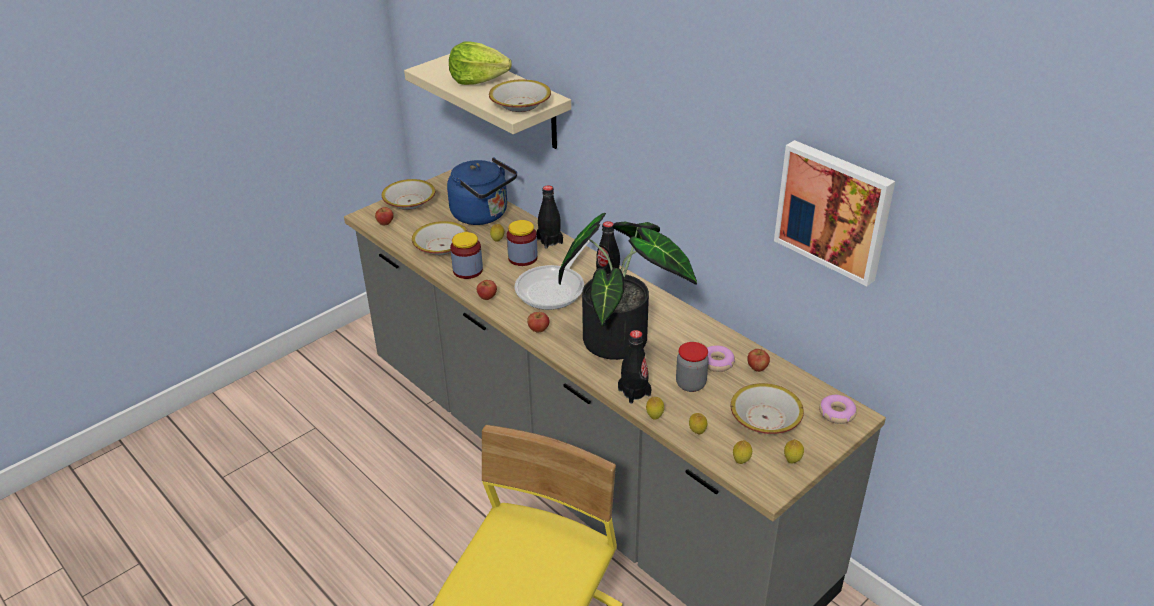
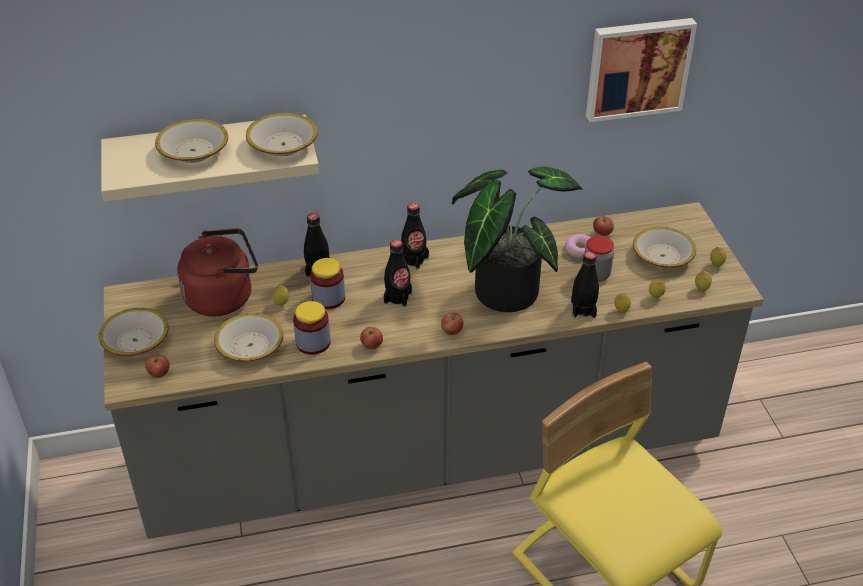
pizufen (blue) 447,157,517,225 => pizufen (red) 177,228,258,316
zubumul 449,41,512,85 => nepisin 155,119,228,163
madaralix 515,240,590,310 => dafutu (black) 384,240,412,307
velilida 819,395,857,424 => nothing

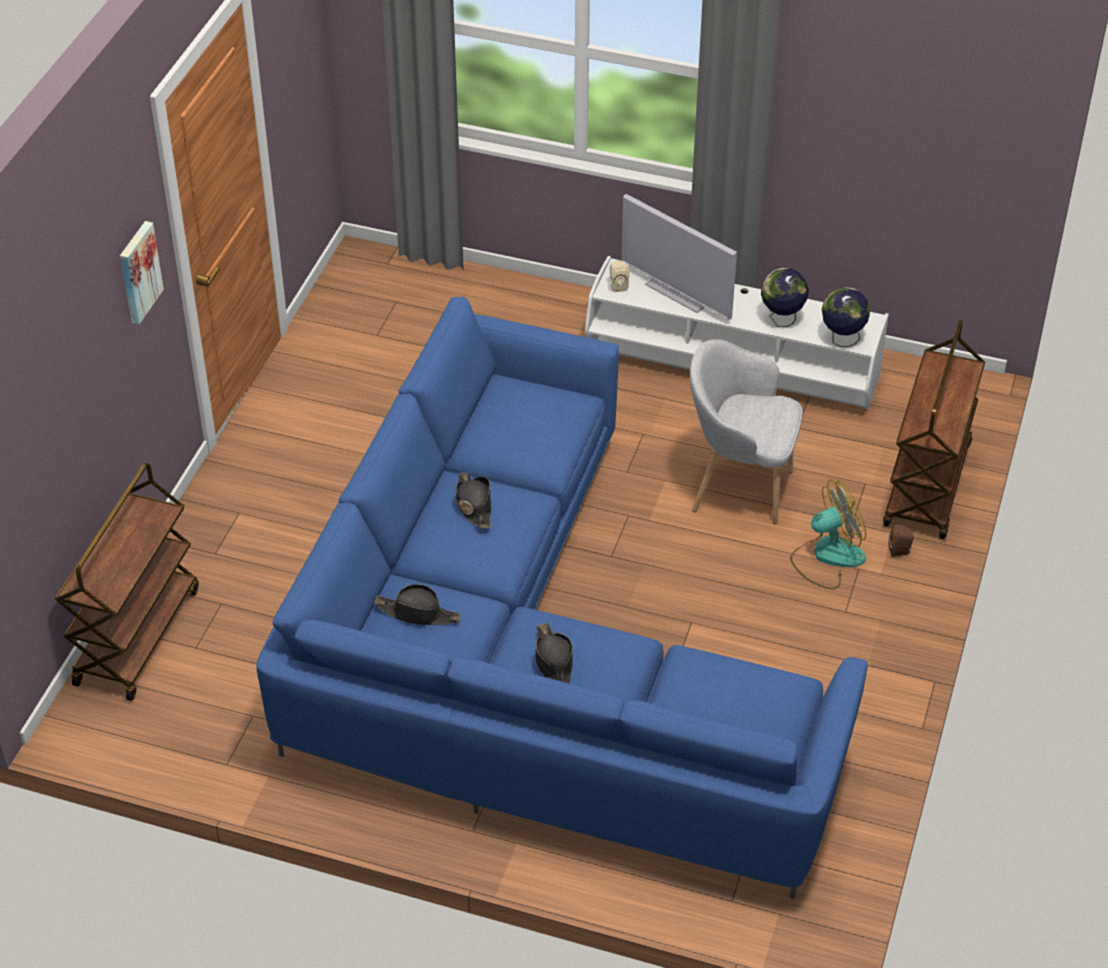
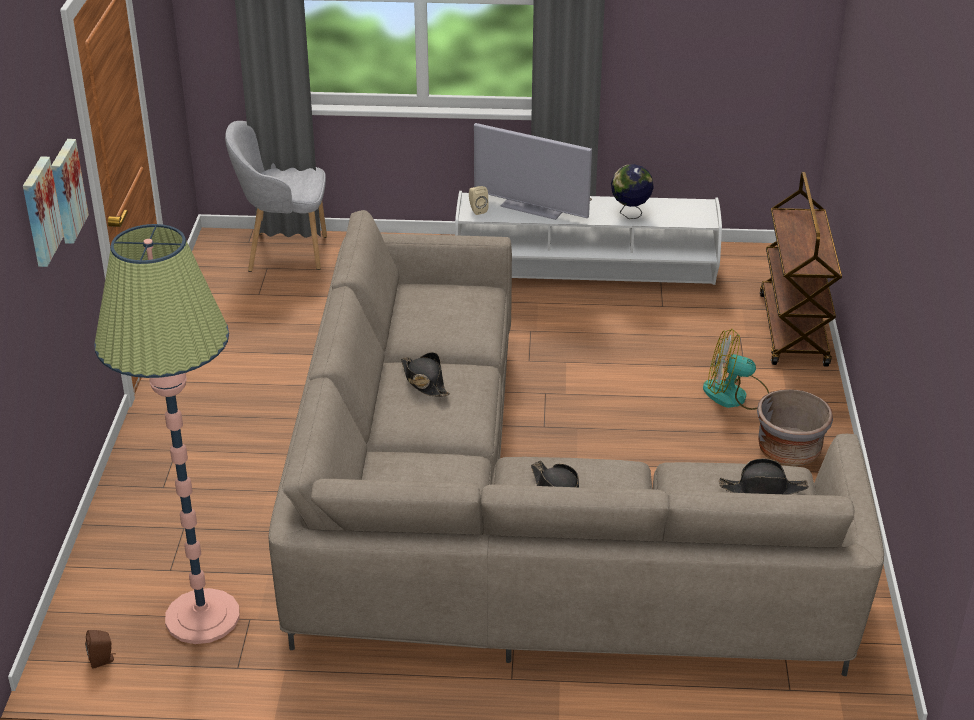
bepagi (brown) 55,463,199,701 => nothing
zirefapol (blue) 256,297,868,899 => zirefapol (beige) 268,210,884,676
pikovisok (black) 374,584,461,625 => pikovisok (black) 719,458,809,495, move
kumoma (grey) 690,339,803,524 => kumoma (grey) 225,121,327,272, move
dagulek 790,480,866,589 => dagulek 703,329,769,410, 135 degrees counterclockwise
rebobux 822,287,870,347 => nothing
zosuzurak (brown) 888,524,914,557 => zosuzurak (brown) 85,630,116,669, move
nothing => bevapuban 23,156,64,267
nothing => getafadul 94,224,240,644
nothing => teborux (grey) 757,389,833,466

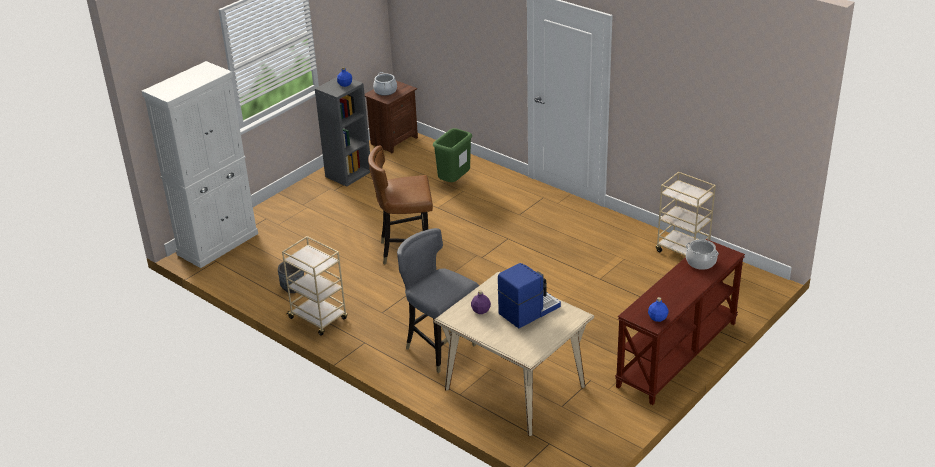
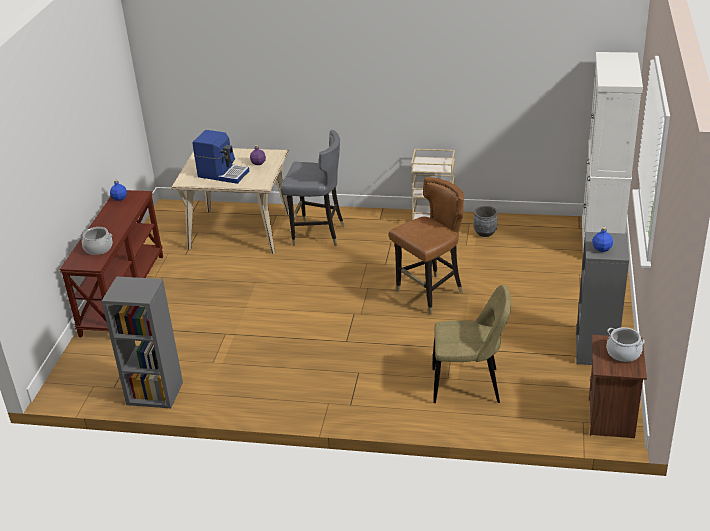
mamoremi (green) 433,128,472,182 => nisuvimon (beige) 432,285,511,403
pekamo 498,263,561,328 => pekamo 193,130,249,184, 90 degrees counterclockwise
bepagi (beige) 656,172,716,256 => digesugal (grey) 102,276,183,408

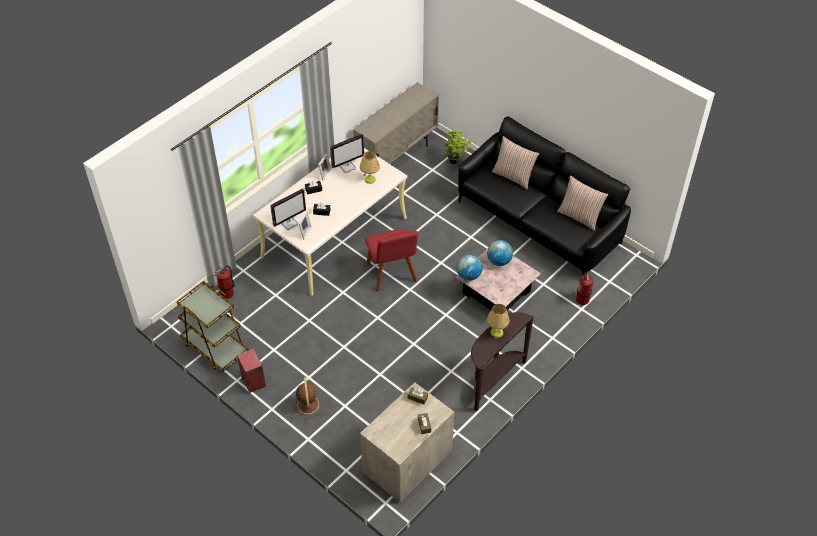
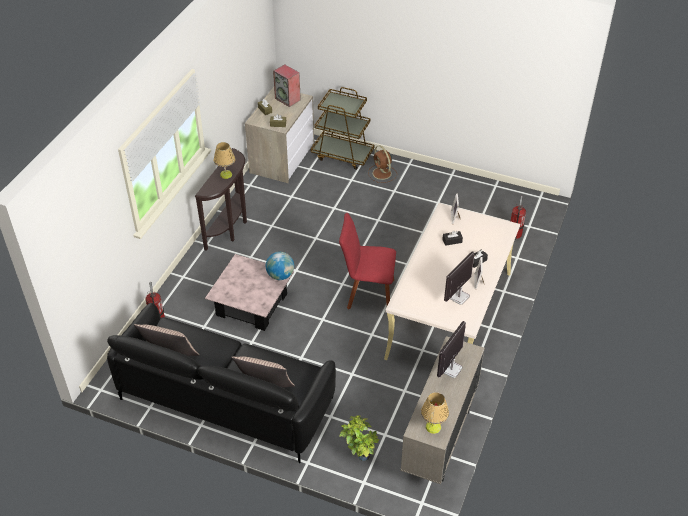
bepagi (brown) 177,281,249,371 => bepagi (brown) 311,87,374,170, move
zosuzurak 237,349,266,393 => zosuzurak 273,64,301,107, move
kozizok 270,188,306,230 => kozizok 437,321,466,378, move
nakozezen 360,151,380,184 => nakozezen 421,392,449,434, move
nisuvimon (red) 365,229,418,292 => nisuvimon (red) 339,213,396,310, 45 degrees counterclockwise
rebobux 487,240,513,266 => nothing

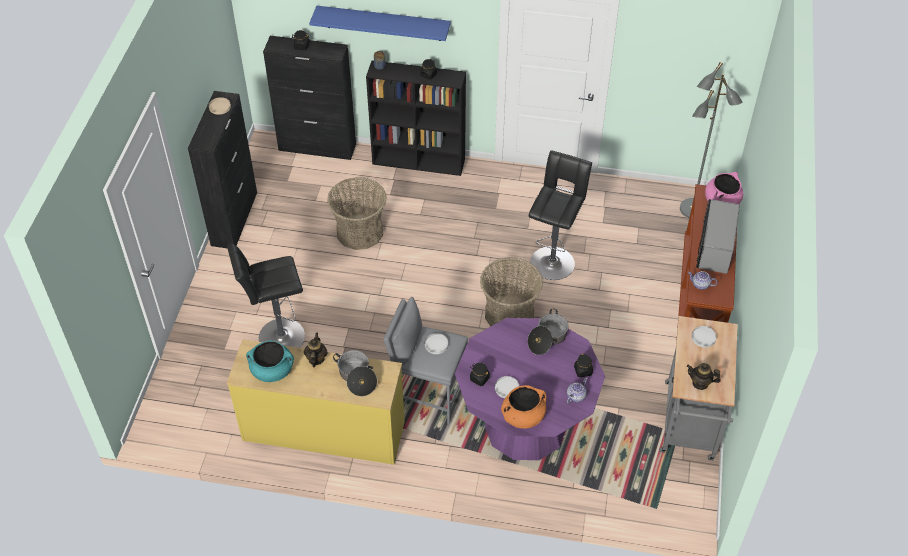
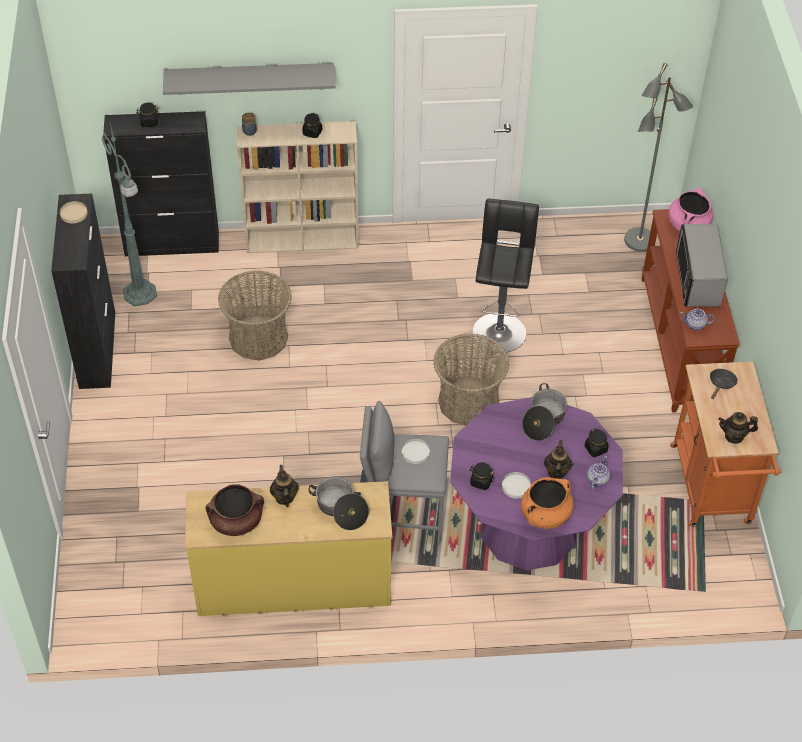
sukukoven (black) 227,243,305,348 => nothing
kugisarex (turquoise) 246,340,294,382 => kugisarex (brown) 206,484,264,536
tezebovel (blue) 309,6,451,41 => tezebovel (grey) 163,63,335,95
digesugal (black) 366,60,466,176 => digesugal (beige) 237,121,359,253
bepagi (grey) 659,316,738,460 => bepagi (orange) 670,361,781,527
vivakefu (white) 692,326,717,347 => madaralix (black) 710,369,738,399
nothing => getafadul (green) 102,122,157,306
nothing => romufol 544,440,572,479

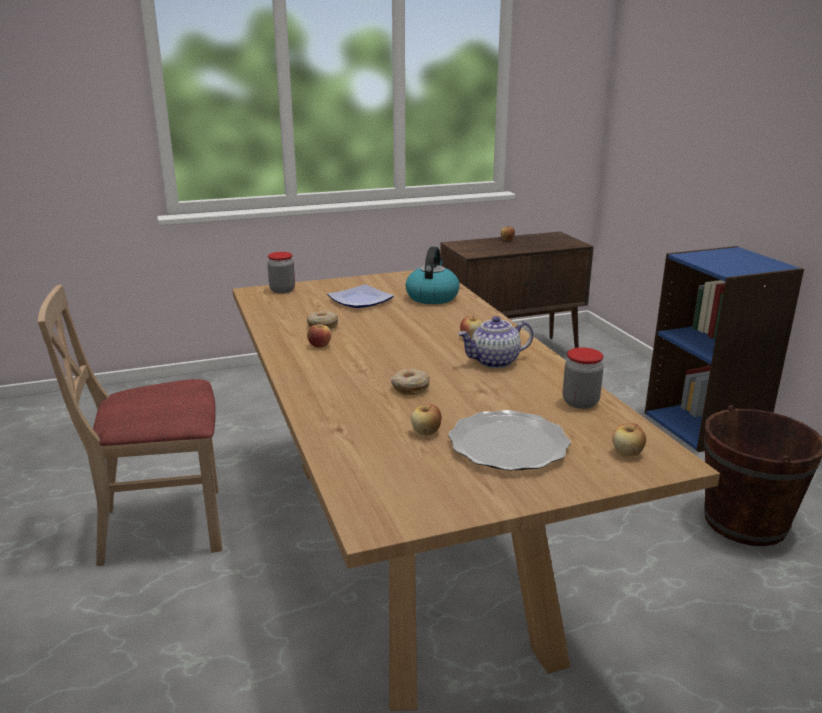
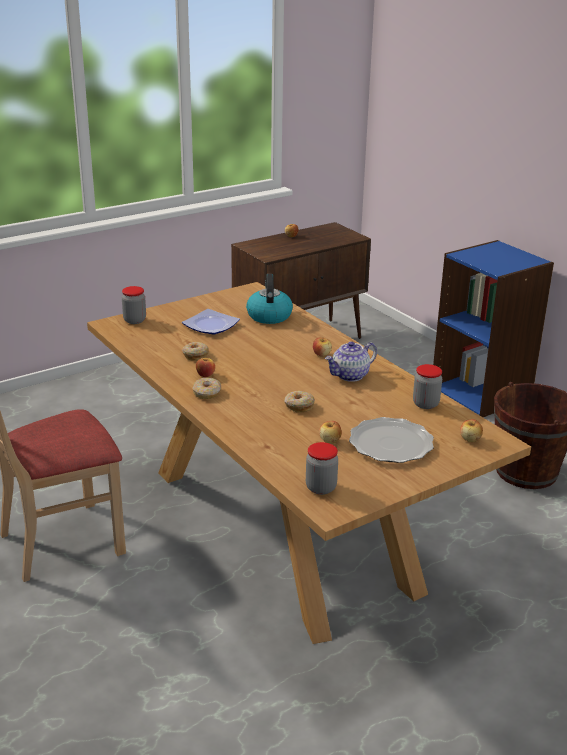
nothing => velilida 193,378,221,399
nothing => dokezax 306,442,338,495

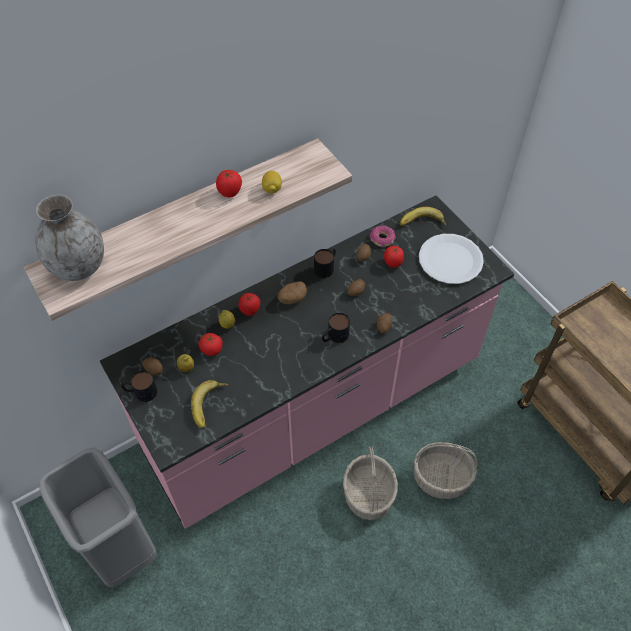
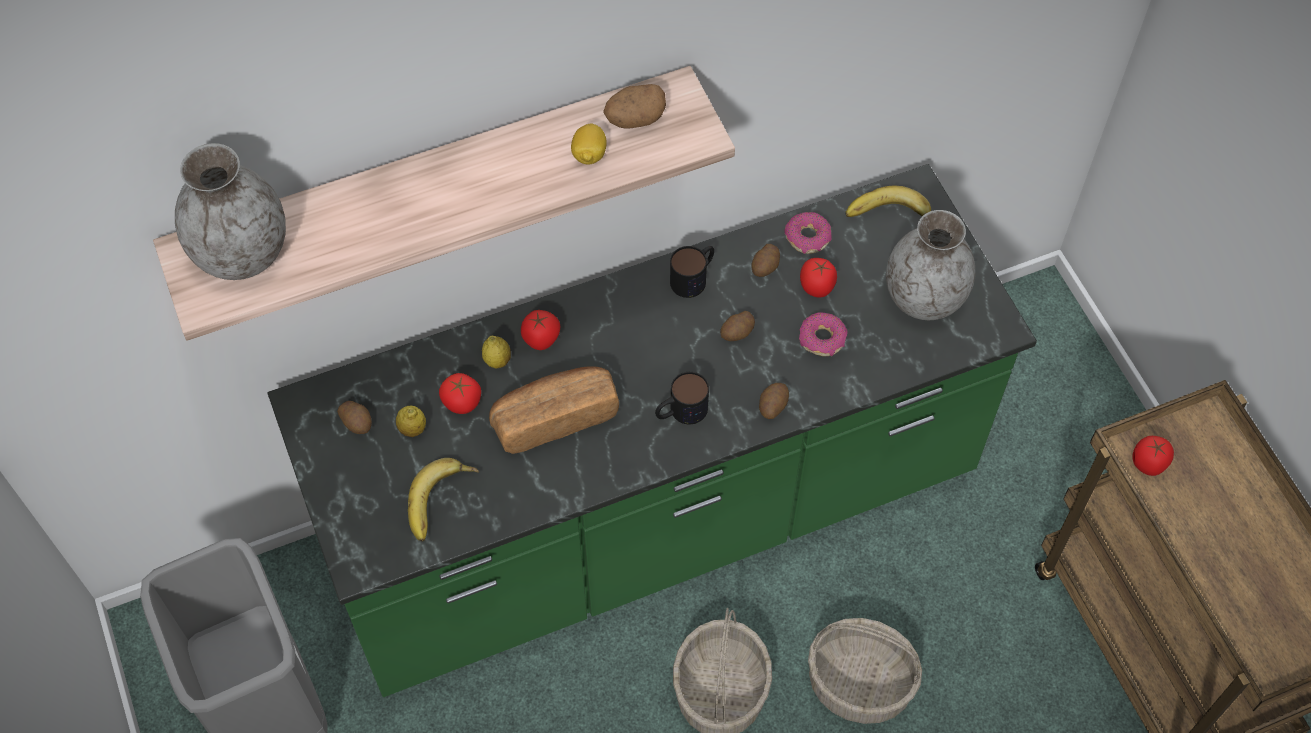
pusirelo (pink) 100,195,514,529 => pusirelo (green) 268,164,1037,697
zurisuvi 121,371,157,402 => nothing
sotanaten 216,170,242,198 => sotanaten 1133,436,1174,476, move
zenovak 278,281,307,304 => zenovak 603,84,666,129, move
vivakefu (white) 419,234,484,284 => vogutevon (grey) 886,210,975,320
nothing => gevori 489,366,619,454
nothing => velilida 799,313,848,356

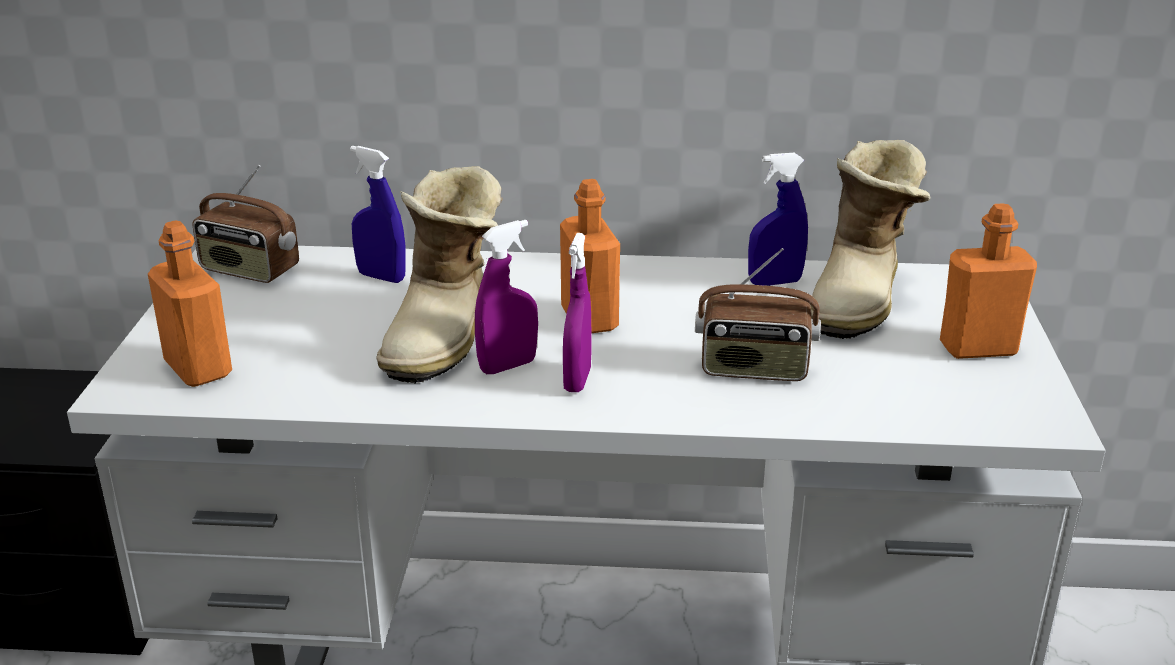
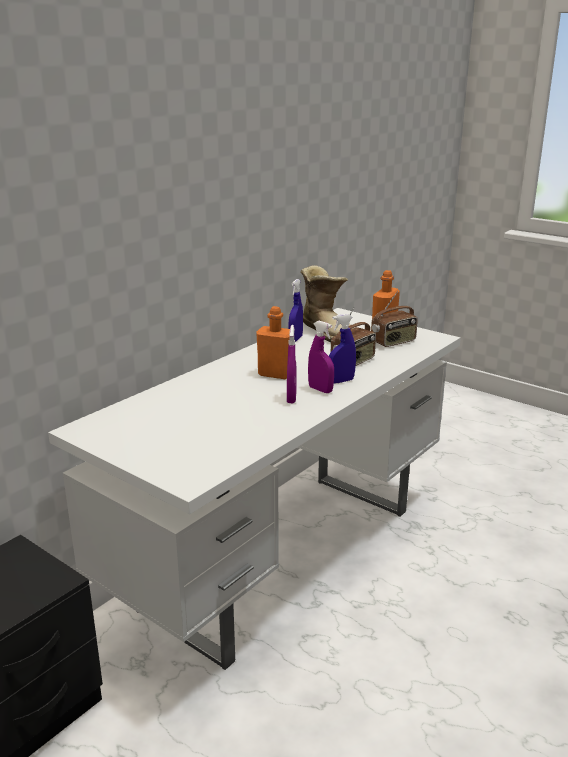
dafutu (orange) 148,221,232,387 => nothing
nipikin 192,165,299,283 => nipikin 371,291,418,347, move
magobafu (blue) 350,146,406,283 => magobafu (blue) 329,314,356,384, move
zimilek 376,166,503,383 => nothing

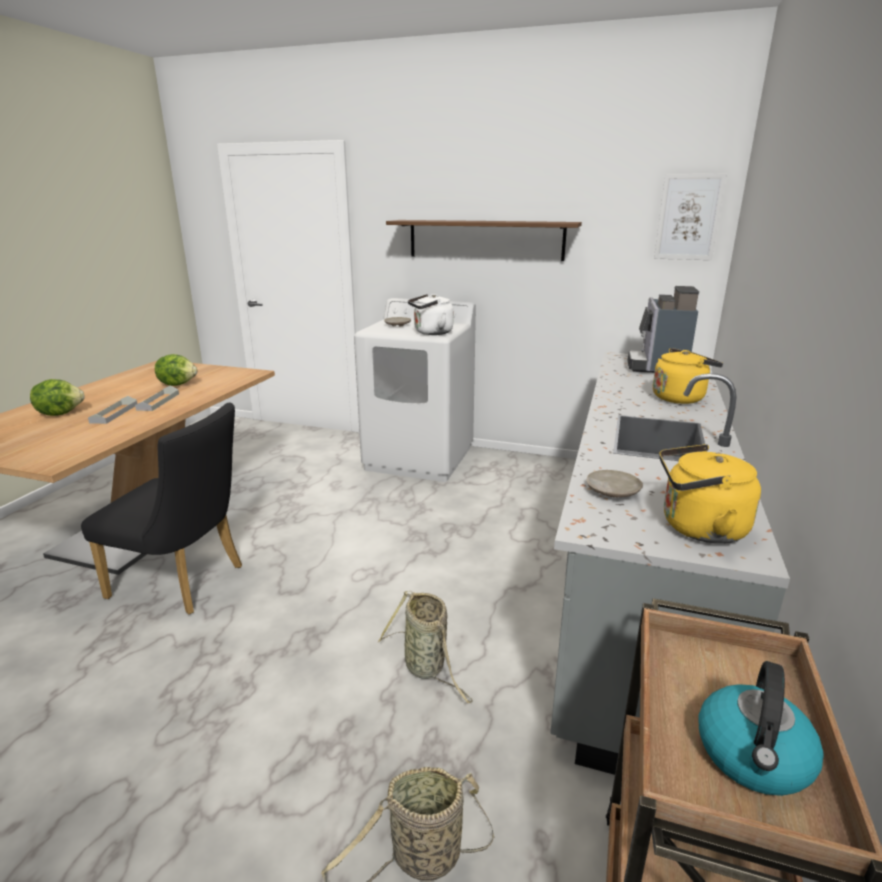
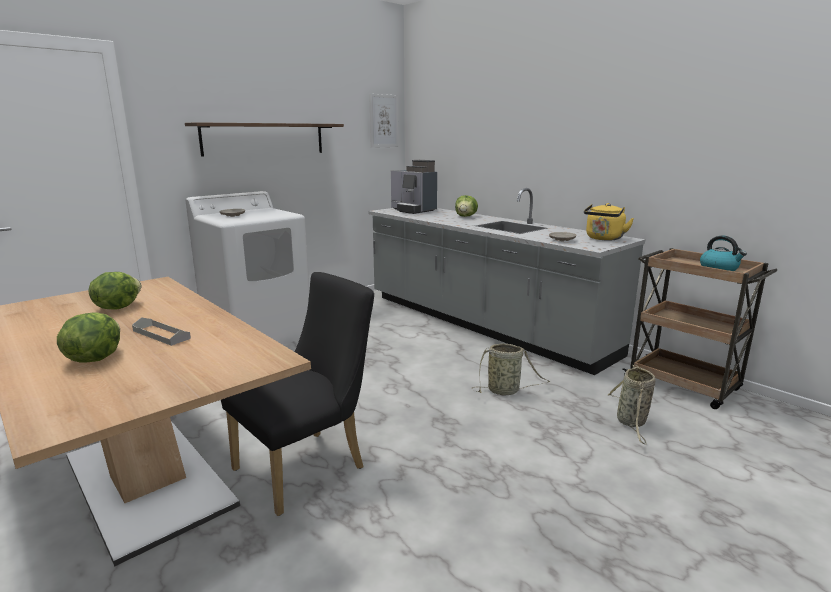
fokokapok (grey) 135,386,179,411 => nothing
pizufen (white) 408,294,453,335 => nothing
pizufen (yellow) 653,348,723,404 => zubumul 455,195,478,217

